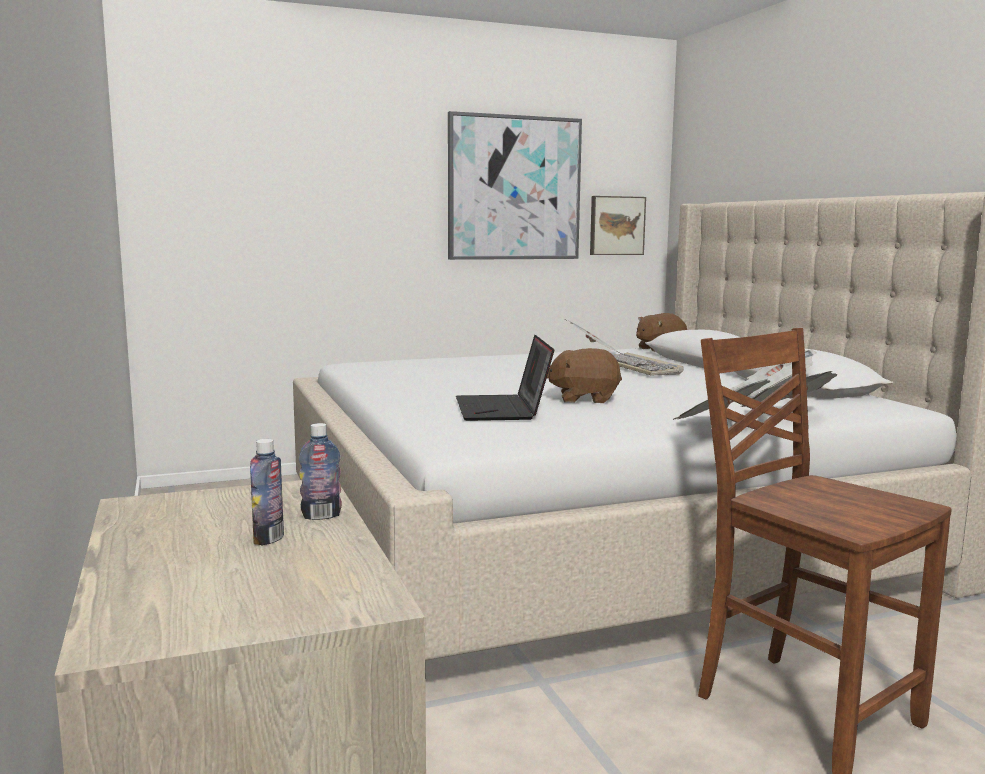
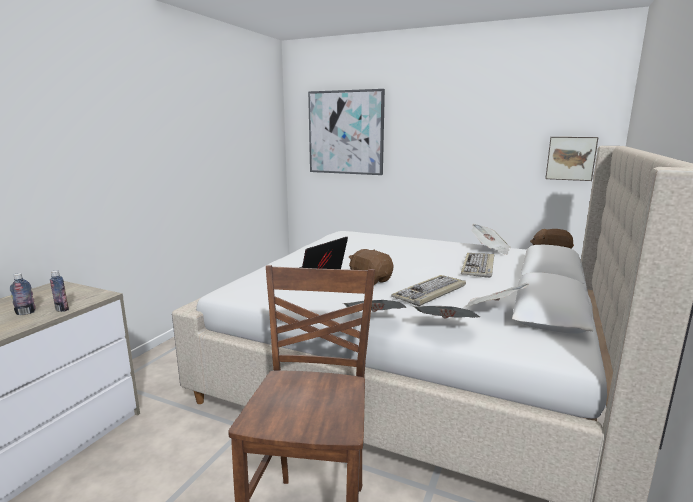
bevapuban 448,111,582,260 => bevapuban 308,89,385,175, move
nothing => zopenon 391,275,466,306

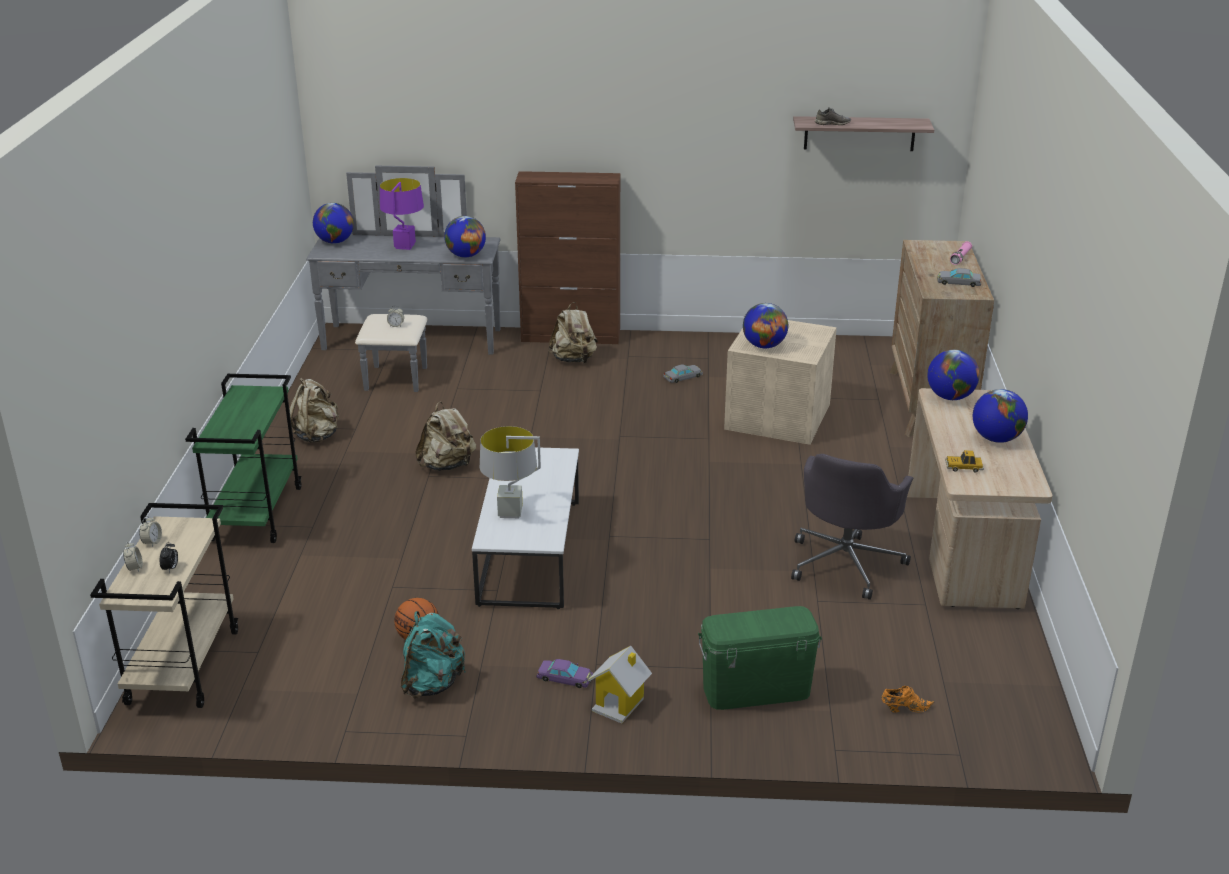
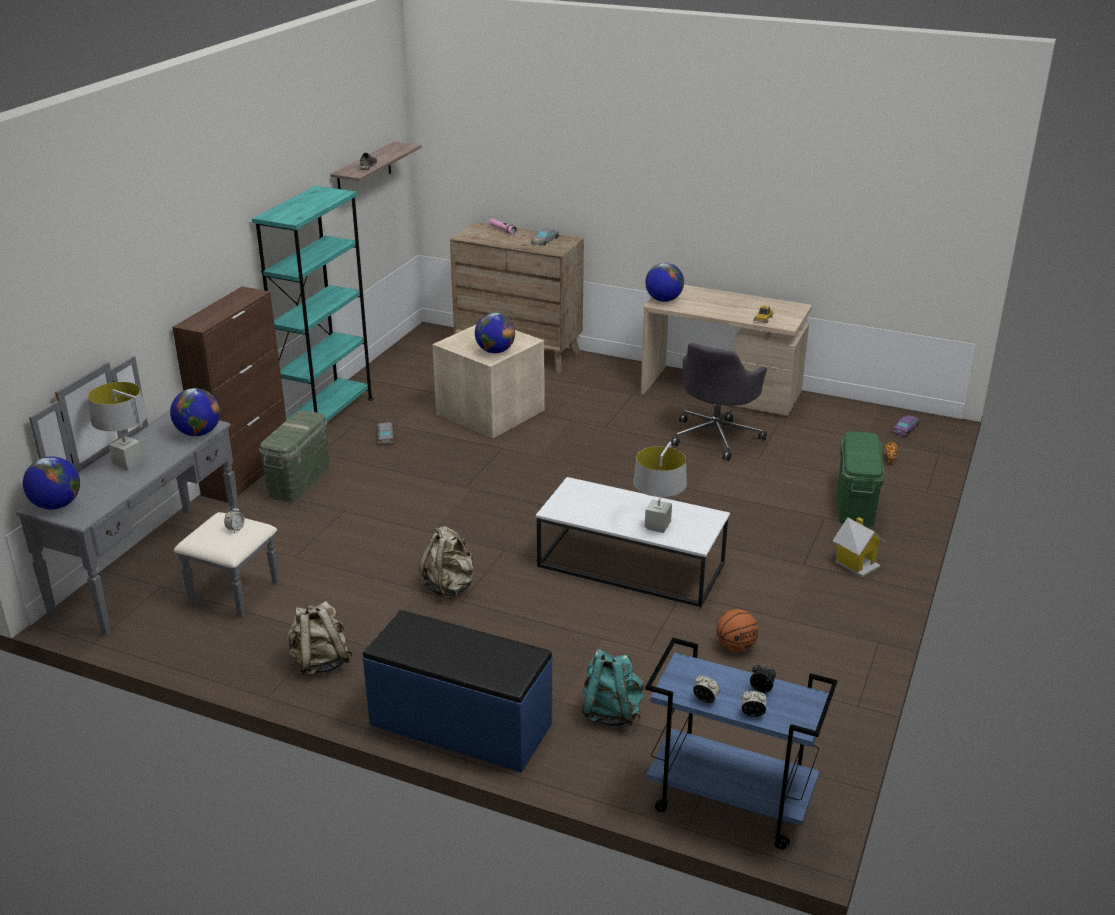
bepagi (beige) 90,503,238,708 => bepagi (blue) 645,638,838,850
bepagi (green) 185,374,302,543 => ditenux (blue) 363,610,553,773
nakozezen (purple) 380,178,424,250 => nakozezen (grey) 88,382,147,470
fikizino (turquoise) 401,611,466,698 => fikizino (turquoise) 582,649,644,726, move
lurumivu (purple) 536,659,593,688 => lurumivu (purple) 892,415,920,436, move
fikizino (beige) 548,302,598,363 => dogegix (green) 259,410,330,502
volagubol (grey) 791,454,913,600 => volagubol (grey) 671,343,767,460, 75 degrees clockwise
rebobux 973,389,1028,443 => nothing
nothing => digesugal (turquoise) 252,186,373,422

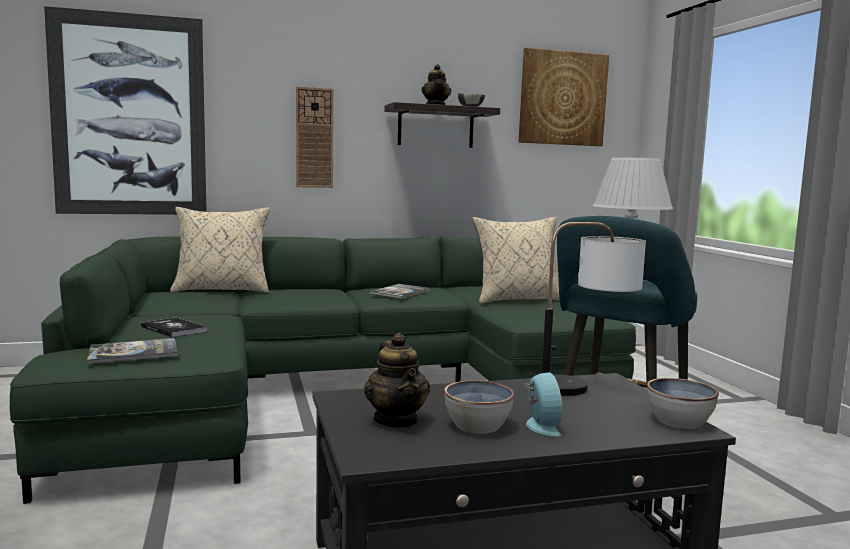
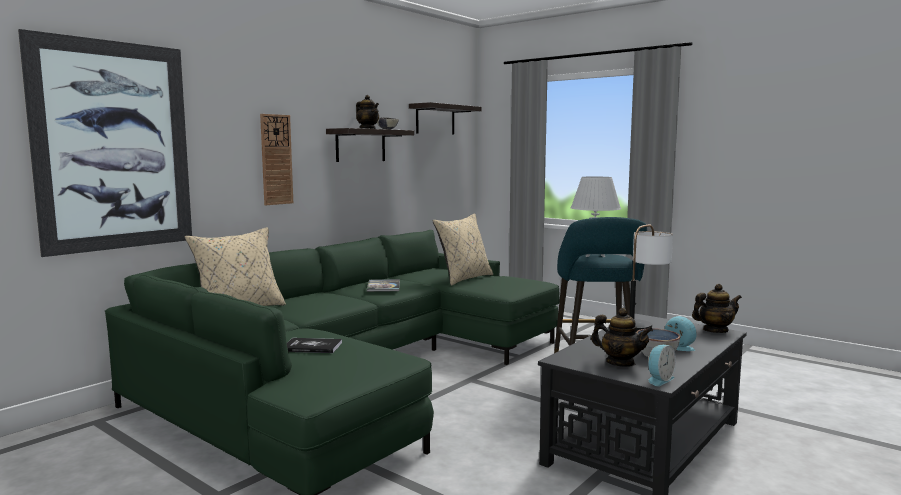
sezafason 87,338,178,364 => nothing
bevapuban 519,48,609,146 => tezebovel 409,102,481,135
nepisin 647,378,719,429 => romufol 692,284,742,333
nothing => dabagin 648,345,676,386

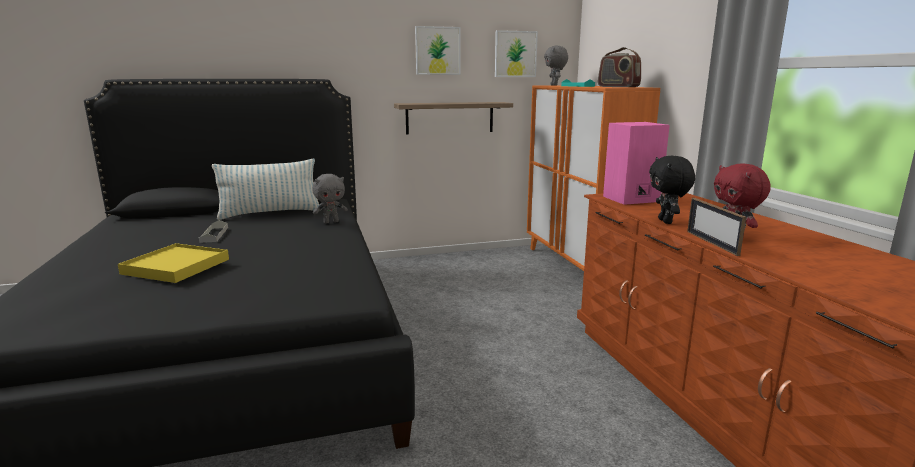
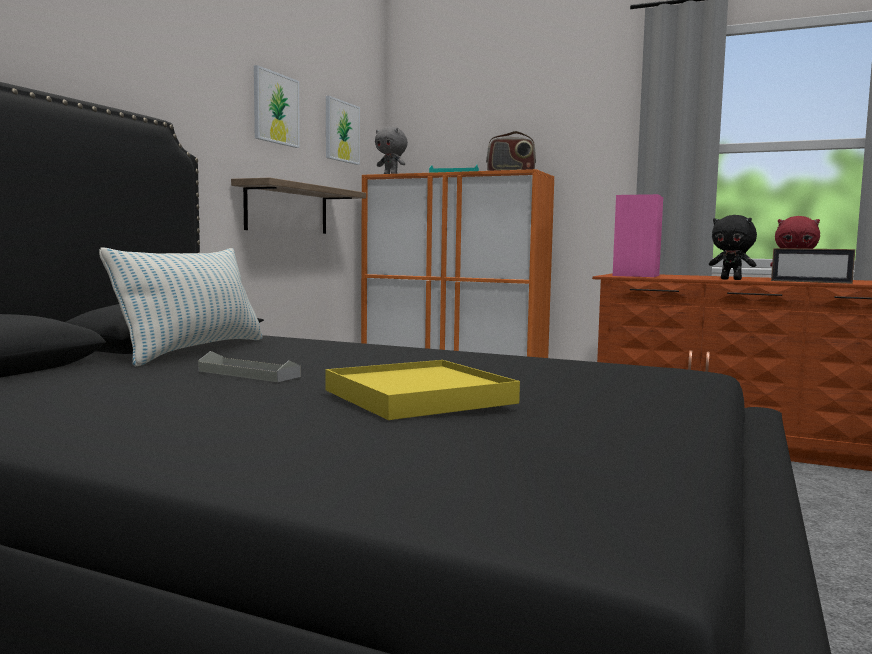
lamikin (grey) 312,174,348,224 => nothing

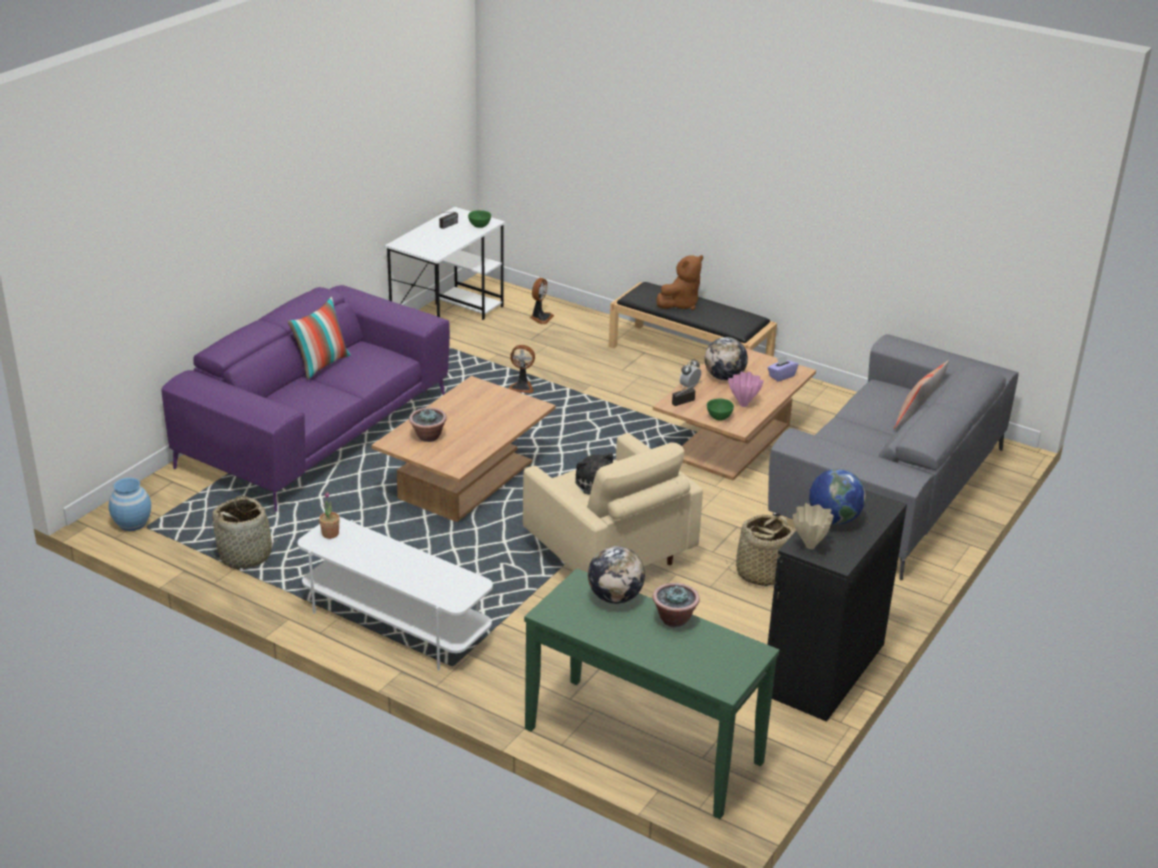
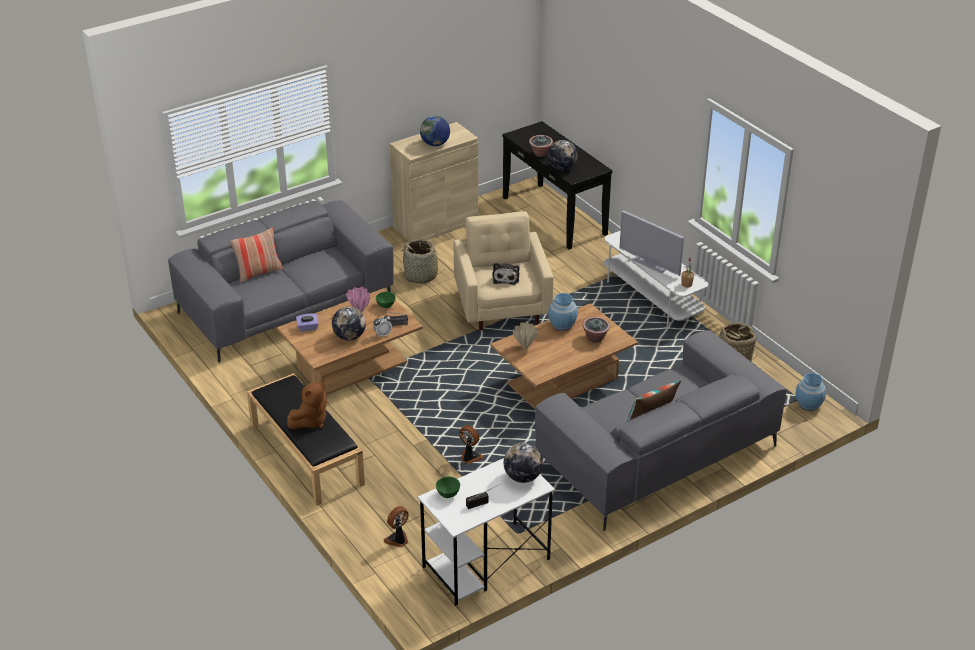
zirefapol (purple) 161,285,450,512 => zirefapol (grey) 535,330,786,531
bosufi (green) 524,568,780,819 => bosufi (black) 502,121,612,249
lamikin (brown) 656,255,703,310 => lamikin (brown) 287,382,327,430, 150 degrees clockwise
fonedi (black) 768,490,907,722 => fonedi (beige) 390,122,479,241
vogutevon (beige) 793,503,834,549 => vogutevon (beige) 513,321,538,349, move
nothing => rebobux 504,443,543,483
nothing => vogutevon (blue) 548,293,578,331
nothing => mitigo 619,210,684,276

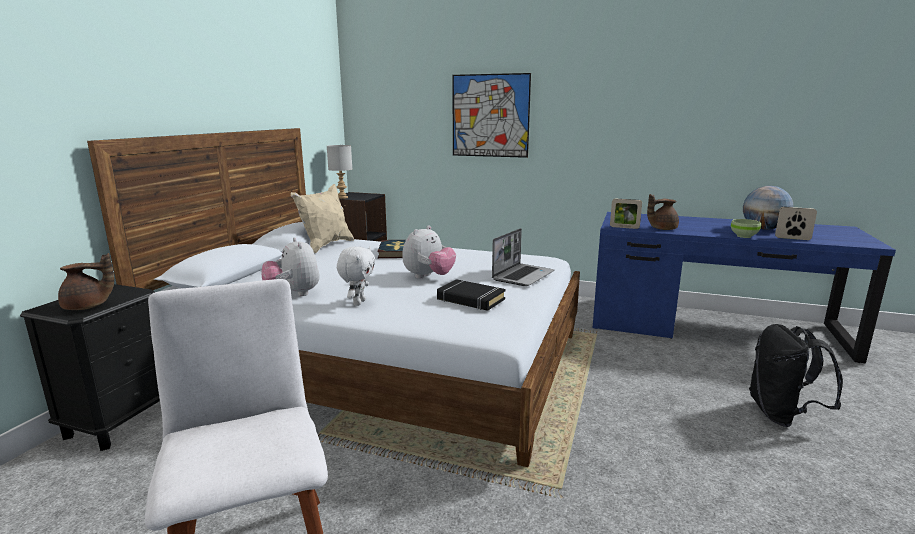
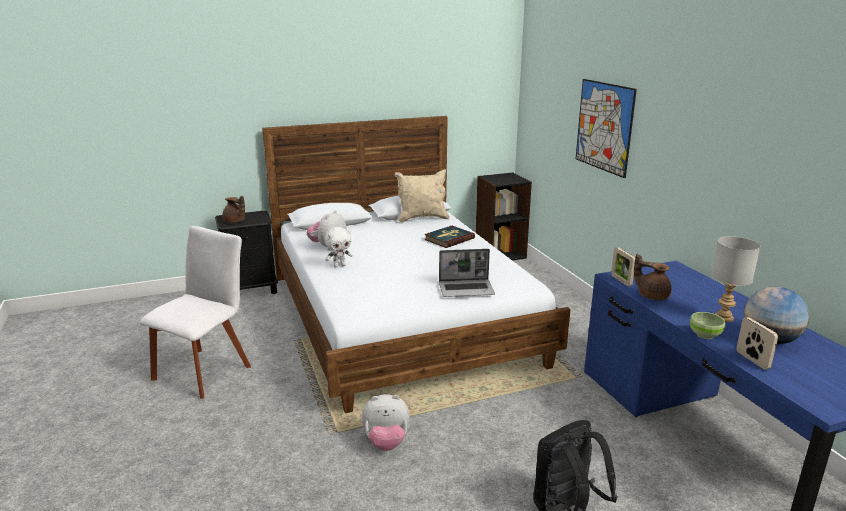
nakozezen (grey) 327,145,352,199 => nakozezen (grey) 711,236,760,322, move
lamikin 402,225,456,279 => lamikin 362,394,409,451, move
sezafason (black) 437,279,506,311 => nothing

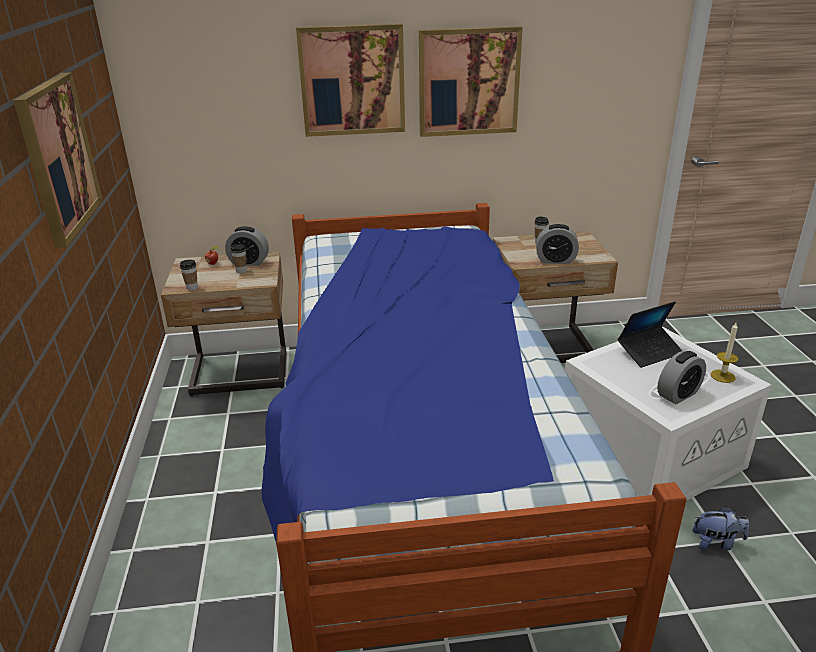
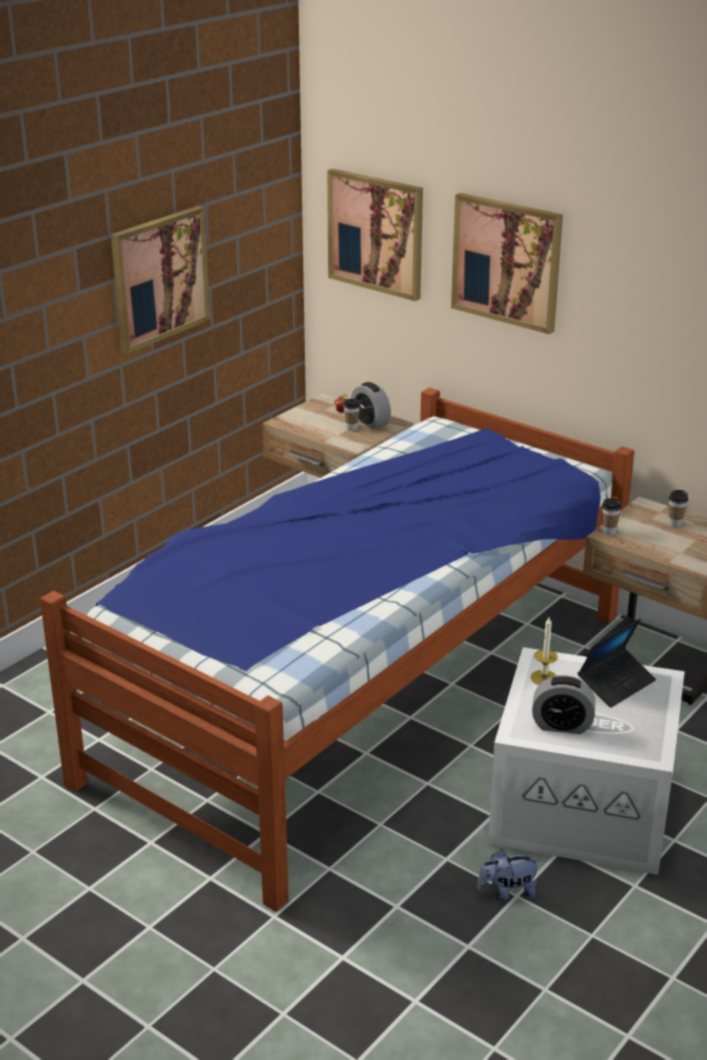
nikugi 180,260,198,290 => nikugi 602,498,622,535, move
bevapuban 419,26,523,137 => bevapuban 327,169,423,301, move
dabagin 536,224,579,264 => nothing
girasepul 618,301,682,368 => girasepul 578,619,656,708, 60 degrees counterclockwise
lamikin 692,506,749,551 => lamikin 477,849,541,901, 120 degrees clockwise
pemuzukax 711,323,739,383 => pemuzukax 530,617,558,685, move

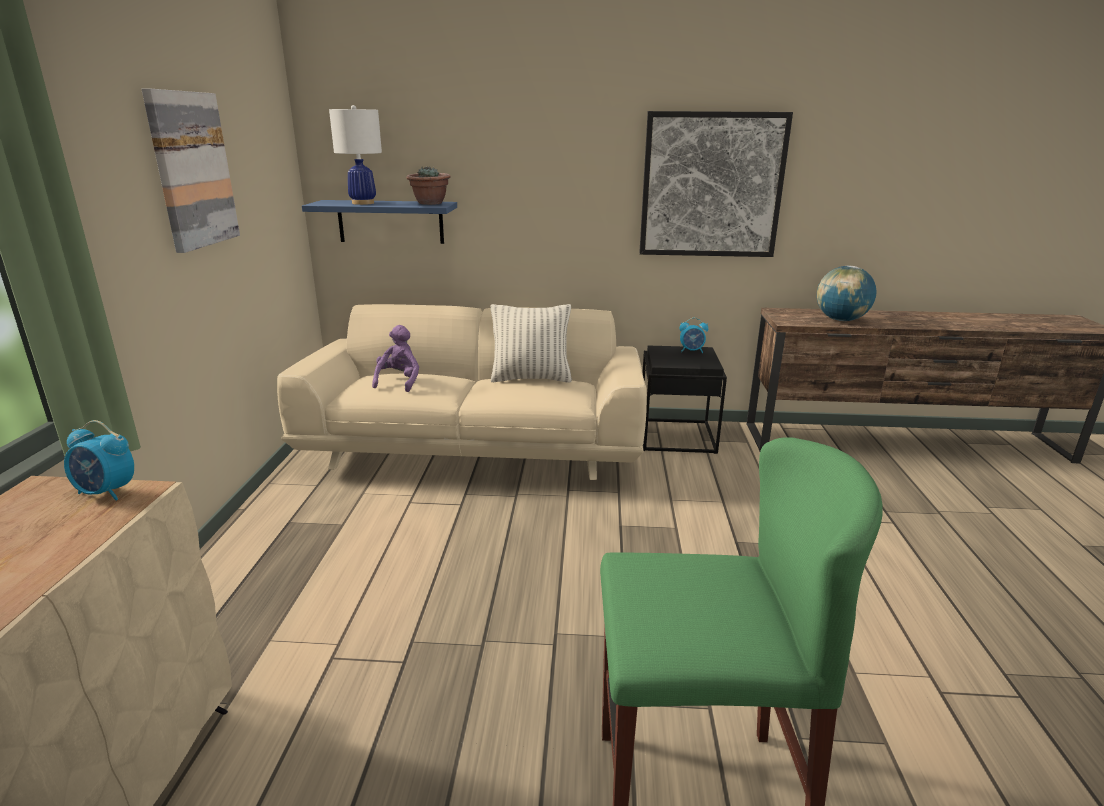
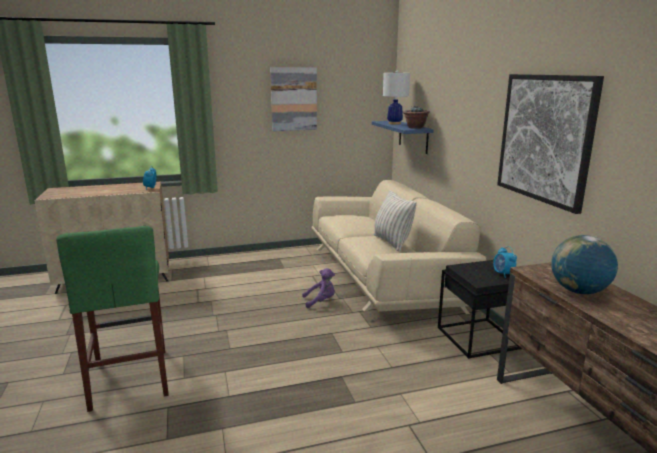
lamikin (purple) 372,325,419,392 => lamikin (purple) 302,268,335,308, move

